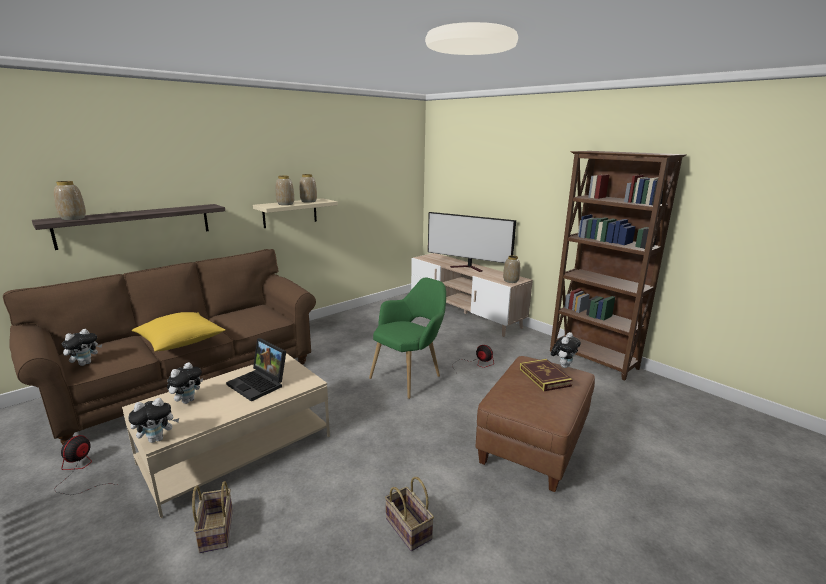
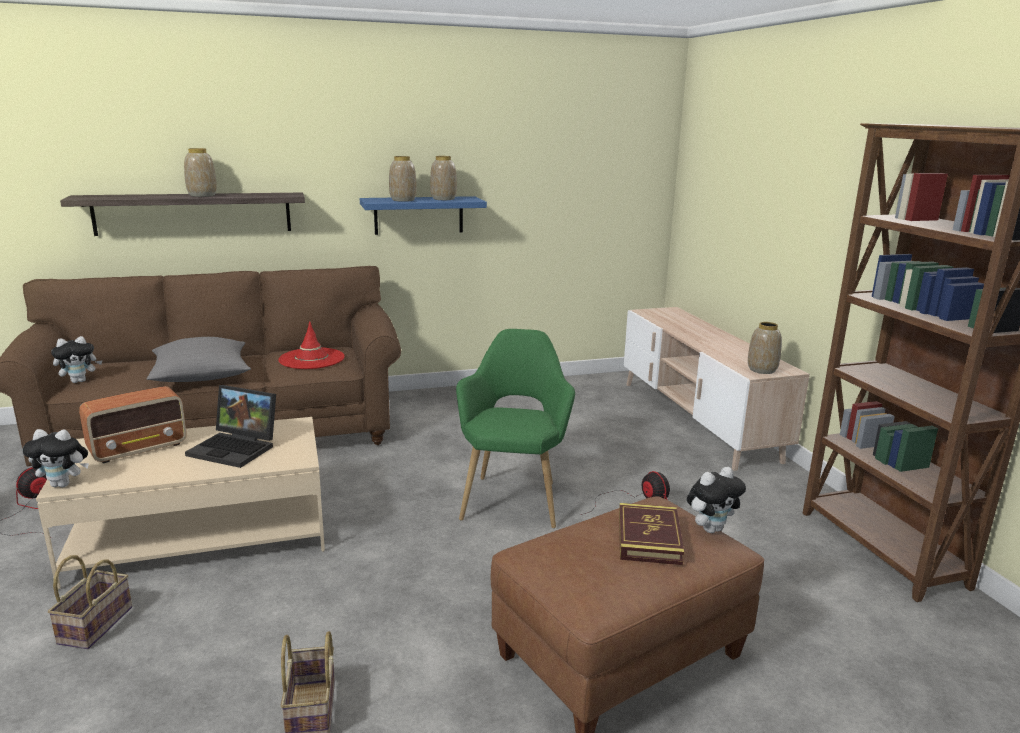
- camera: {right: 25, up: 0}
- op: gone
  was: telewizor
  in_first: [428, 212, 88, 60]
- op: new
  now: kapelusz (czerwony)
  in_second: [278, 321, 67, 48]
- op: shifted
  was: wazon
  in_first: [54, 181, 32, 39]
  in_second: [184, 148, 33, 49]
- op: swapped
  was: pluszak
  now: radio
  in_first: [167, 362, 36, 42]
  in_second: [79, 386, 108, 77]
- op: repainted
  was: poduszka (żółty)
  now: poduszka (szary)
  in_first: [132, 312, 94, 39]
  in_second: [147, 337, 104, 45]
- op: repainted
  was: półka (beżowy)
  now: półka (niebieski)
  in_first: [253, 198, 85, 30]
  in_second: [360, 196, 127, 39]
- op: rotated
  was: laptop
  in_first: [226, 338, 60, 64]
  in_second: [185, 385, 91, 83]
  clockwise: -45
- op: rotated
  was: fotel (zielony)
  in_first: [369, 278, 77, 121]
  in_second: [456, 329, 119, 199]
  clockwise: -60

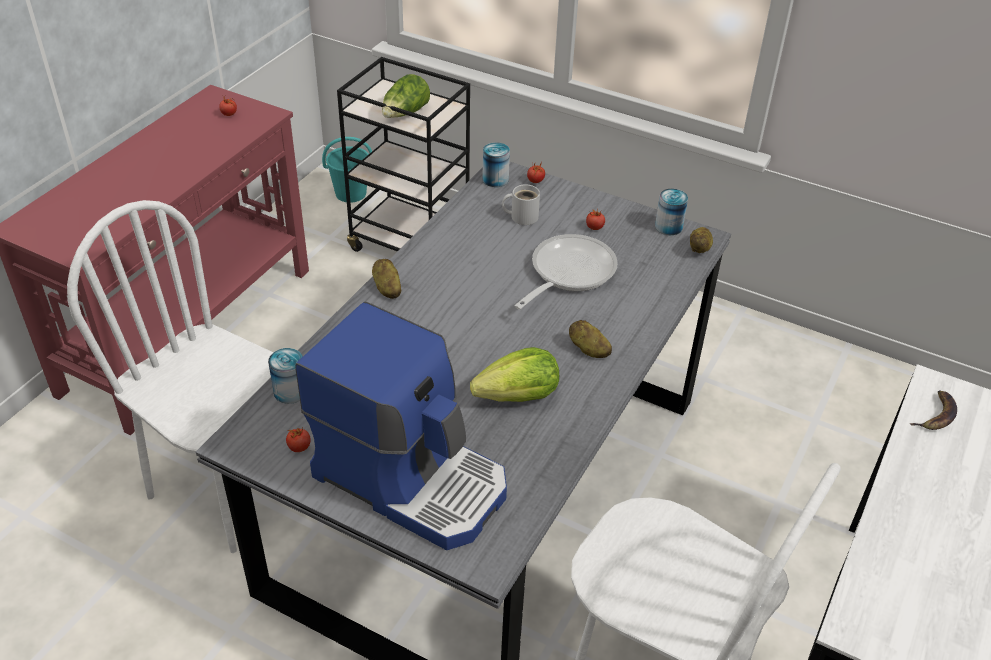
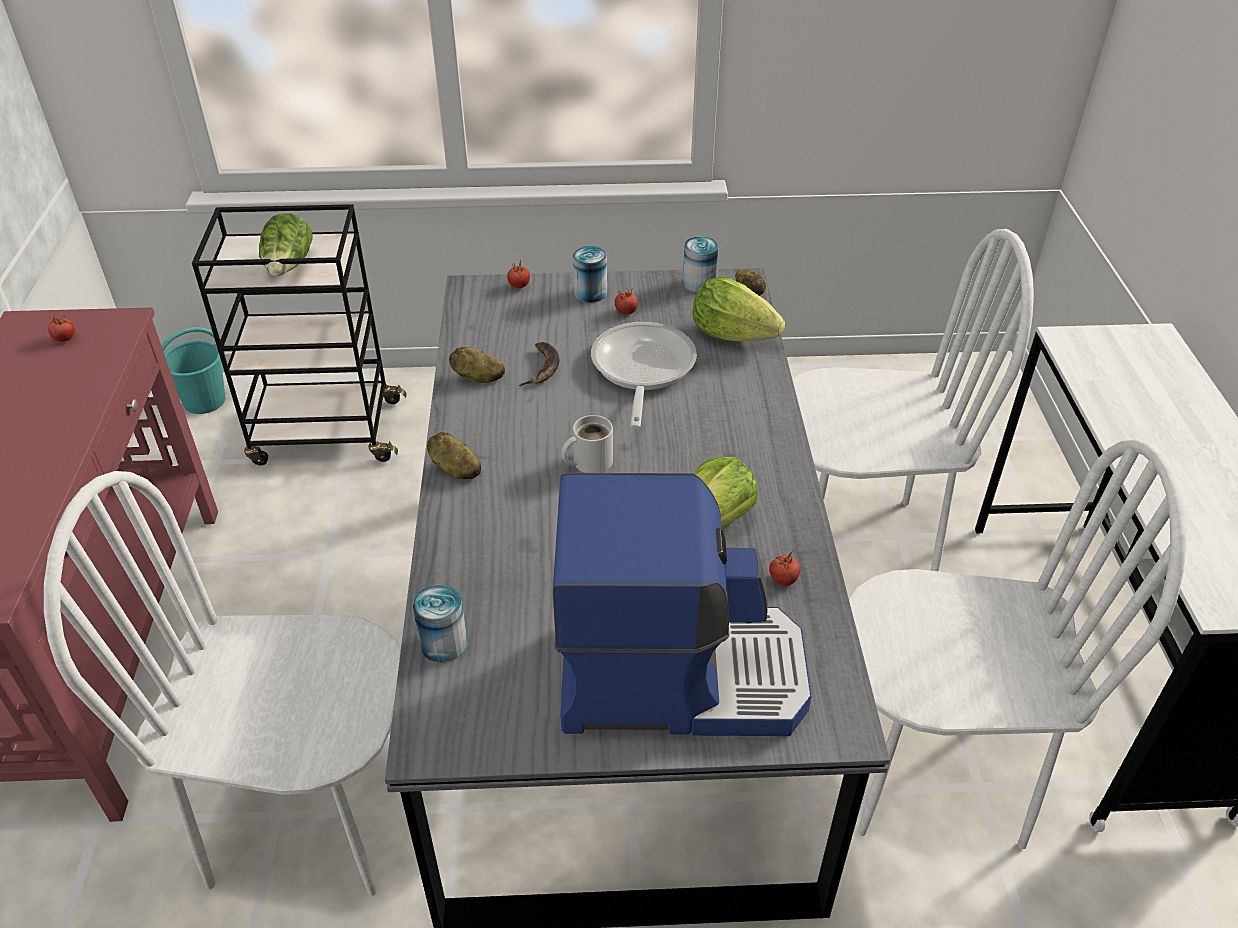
- camera: {right: -30, up: 0}
- op: new
  now: sałata
  in_second: [692, 276, 94, 65]
- op: new
  now: krzesło (biały)
  in_second: [792, 229, 242, 342]
- op: shifted
  was: pomidor
  in_first: [286, 427, 25, 25]
  in_second: [769, 551, 31, 35]
- op: shifted
  was: puszka
  in_first: [482, 143, 28, 44]
  in_second: [573, 246, 34, 57]
- op: shifted
  was: kubek (biały)
  in_first: [502, 184, 38, 41]
  in_second: [561, 415, 52, 58]
- op: shifted
  was: ziemniak
  in_first: [569, 320, 43, 38]
  in_second: [449, 347, 56, 36]
- op: shifted
  was: banan
  in_first: [909, 390, 48, 40]
  in_second: [518, 342, 42, 44]

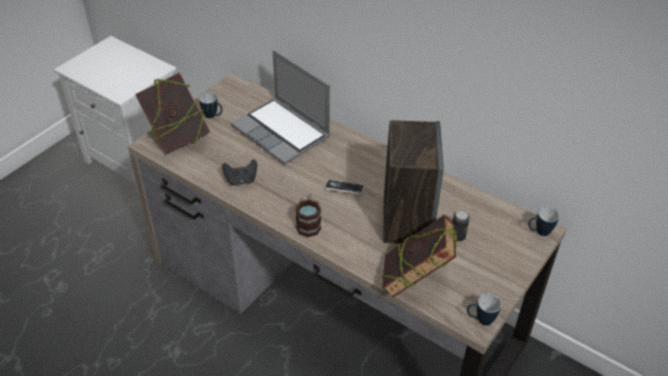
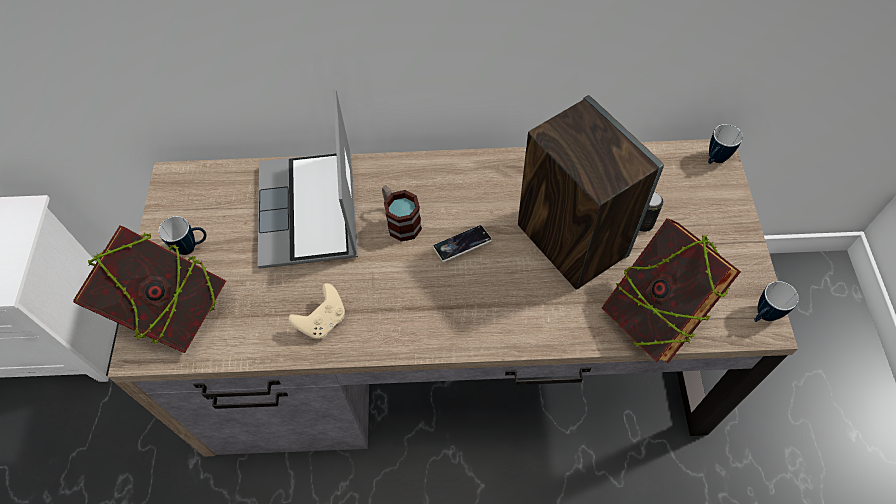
- camera: {right: -35, up: 15}
- op: shifted
  was: kubek
  in_first: [295, 194, 26, 43]
  in_second: [382, 185, 40, 57]
- op: repainted
  was: pad do gier (czarny)
  now: pad do gier (beżowy)
  in_first: [222, 159, 35, 26]
  in_second: [289, 283, 56, 56]
- op: rotated
  was: laptop
  in_first: [231, 50, 99, 115]
  in_second: [258, 89, 100, 180]
  clockwise: 75

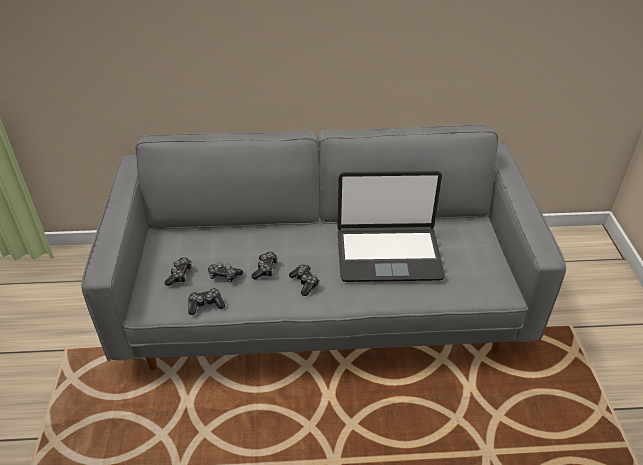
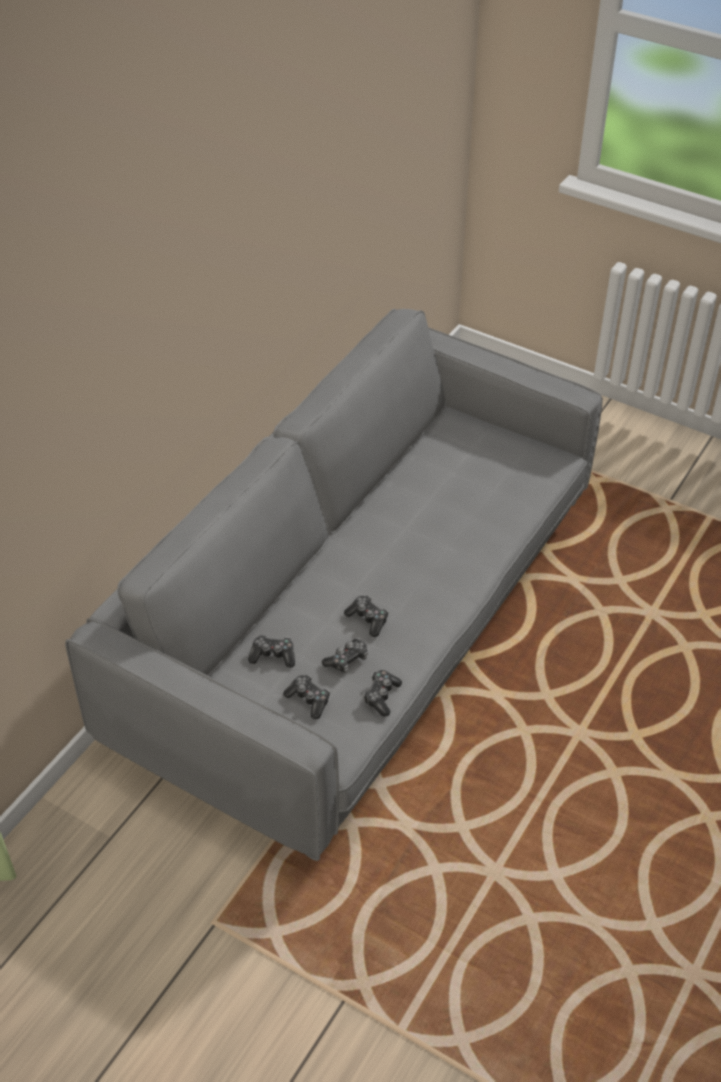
- camera: {right: -55, up: 5}
- op: gone
  was: laptop
  in_first: [337, 171, 108, 111]
- op: shifted
  was: pad do gier
  in_first: [289, 264, 30, 32]
  in_second: [248, 635, 47, 33]

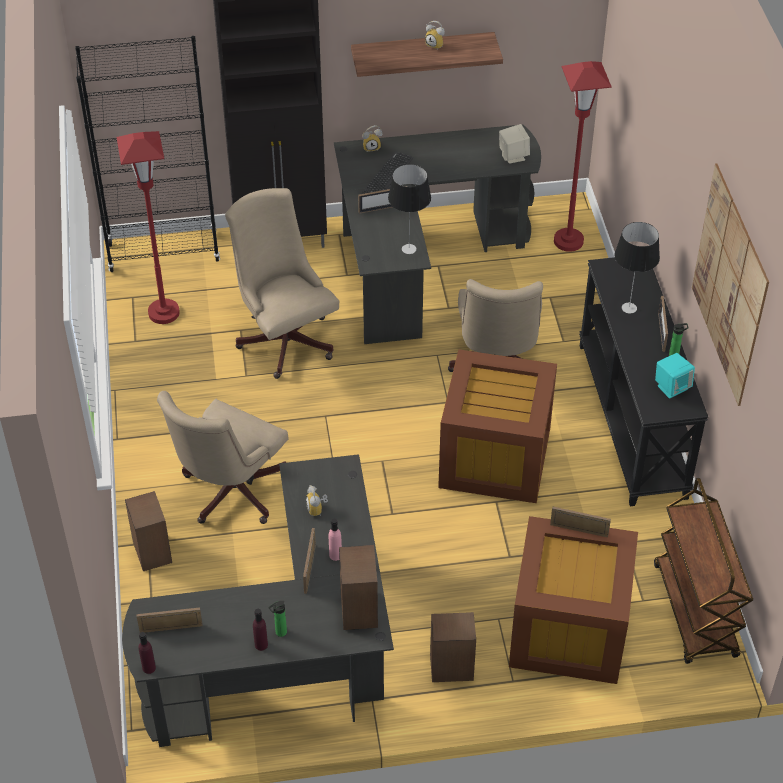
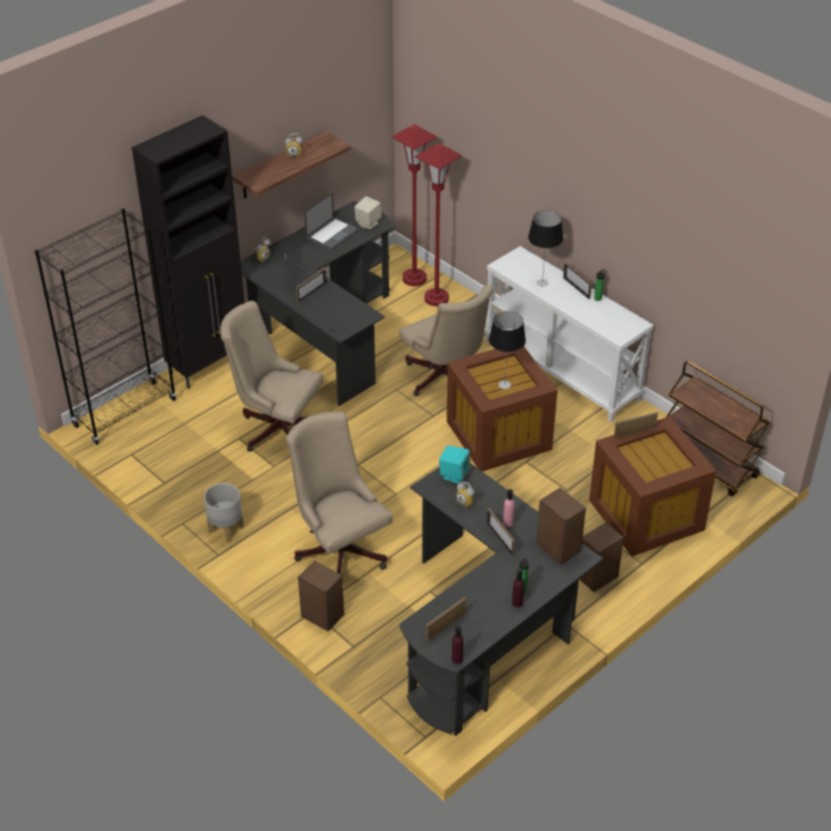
- camera: {right: -35, up: -5}
- op: gone
  was: obraz
  in_first: [692, 163, 77, 243]
- op: new
  now: donica (szary)
  in_second: [204, 483, 40, 59]
- op: new
  now: laptop
  in_second: [304, 192, 55, 58]
- op: shifted
  was: lampa stojąca (czerwony)
  in_first: [117, 131, 63, 193]
  in_second: [415, 143, 47, 163]
- op: shifted
  was: lampa stołowa
  in_first: [388, 164, 43, 90]
  in_second: [489, 311, 37, 78]
- op: shifted
  was: głośnik (turkusowy)
  in_first: [655, 353, 40, 46]
  in_second: [439, 445, 32, 39]
- op: repainted
  was: stolik konsolowy (czarny)
  now: stolik konsolowy (biały)
  in_first: [579, 257, 129, 249]
  in_second: [484, 246, 170, 176]
- op: rotated
  was: krzesło biurowe (beżowy)
  in_first: [157, 391, 131, 133]
  in_second: [286, 412, 107, 162]
  clockwise: 150

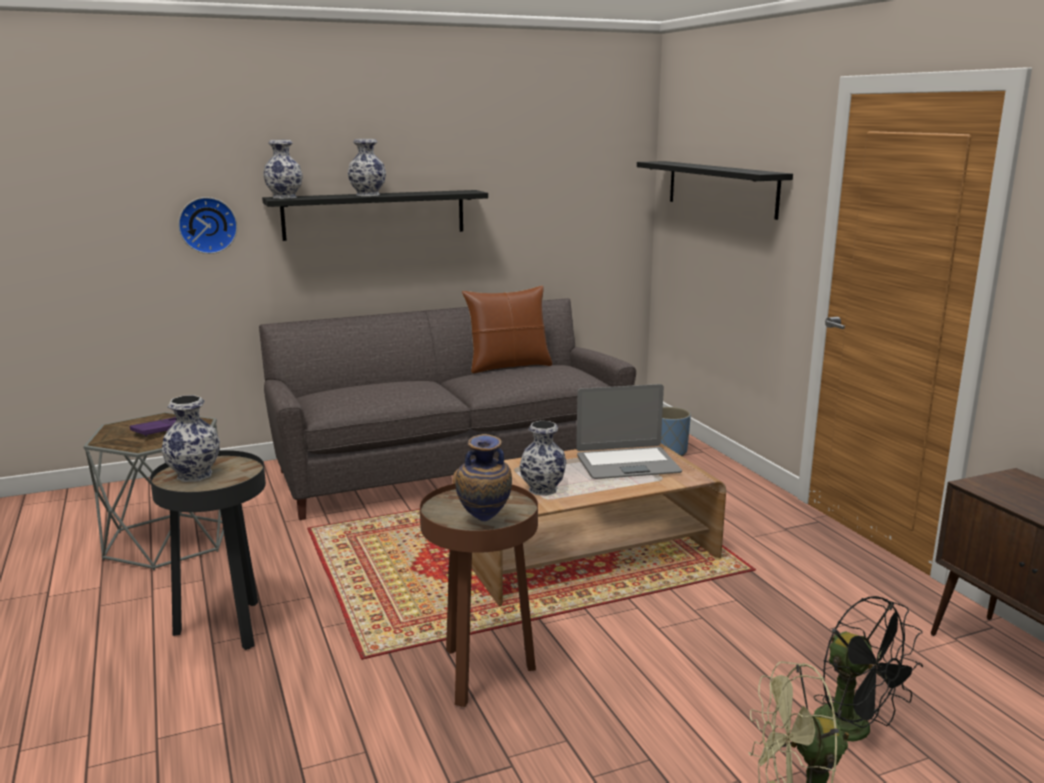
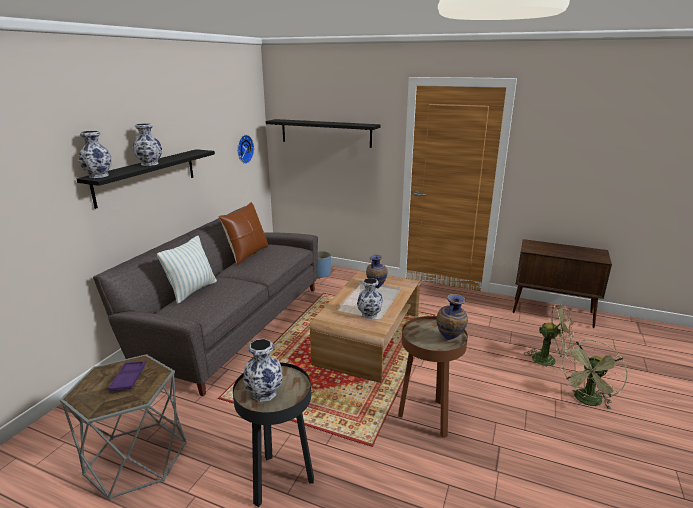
- camera: {right: -45, up: 5}
- op: new
  now: poduszka
  in_second: [157, 236, 60, 68]
- op: shifted
  was: zegar ścienny
  in_first: [178, 197, 60, 57]
  in_second: [237, 135, 17, 29]
- op: swapped
  was: laptop
  now: wazon
  in_first: [576, 384, 106, 95]
  in_second: [366, 255, 21, 34]
- op: repainted
  was: wentylator (czarny)
  now: wentylator (zielony)
  in_first: [814, 596, 109, 145]
  in_second: [524, 305, 50, 67]

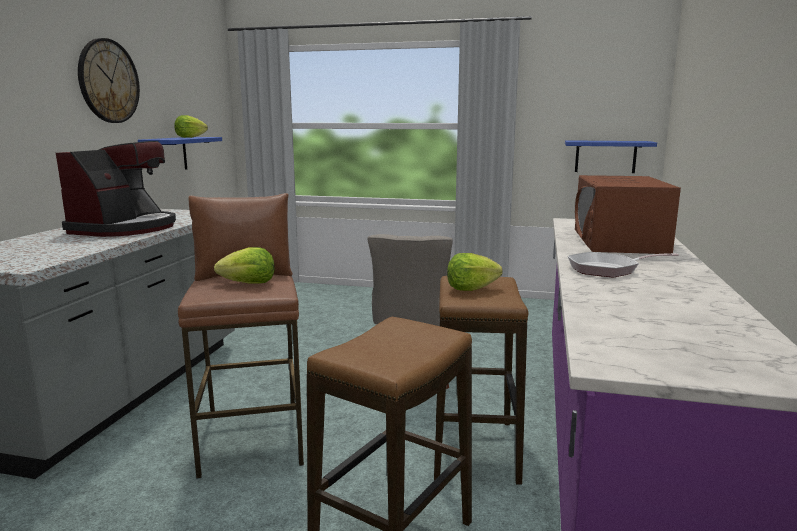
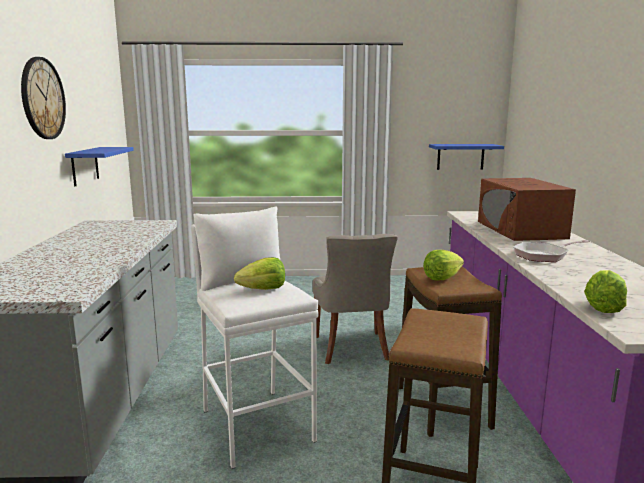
- camera: {right: -15, up: 0}
- op: gone
  was: ekspres do kawy
  in_first: [56, 141, 120, 96]
- op: shifted
  was: sałata
  in_first: [174, 115, 34, 23]
  in_second: [584, 270, 43, 43]
- op: repainted
  was: stołek (brązowy)
  now: stołek (biały)
  in_first: [178, 193, 126, 286]
  in_second: [191, 206, 128, 263]

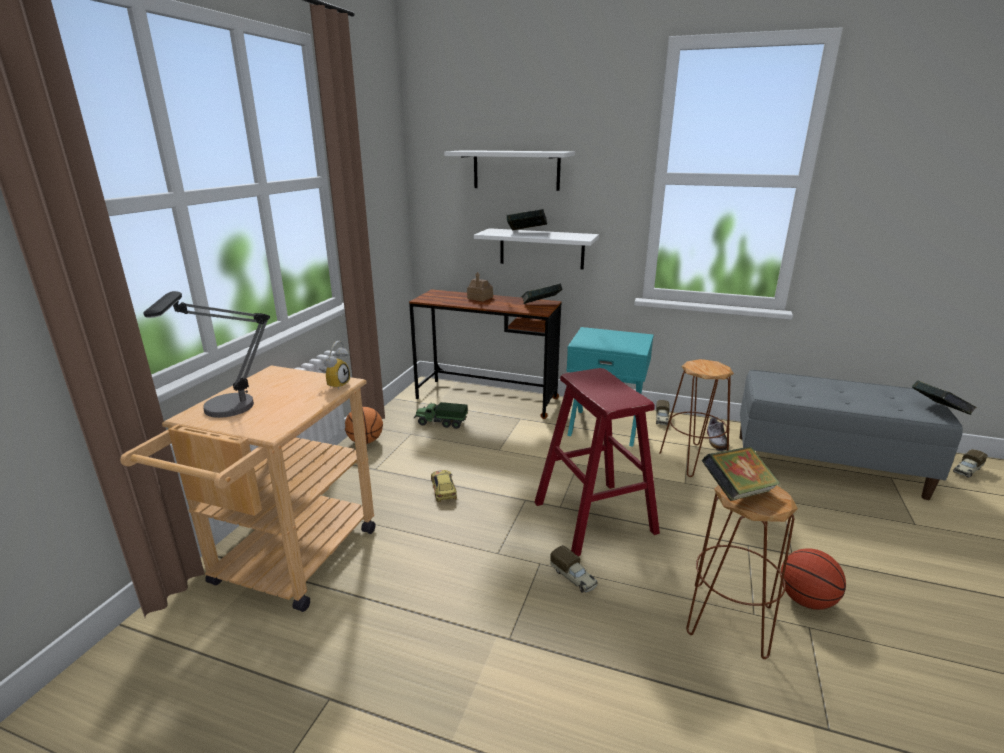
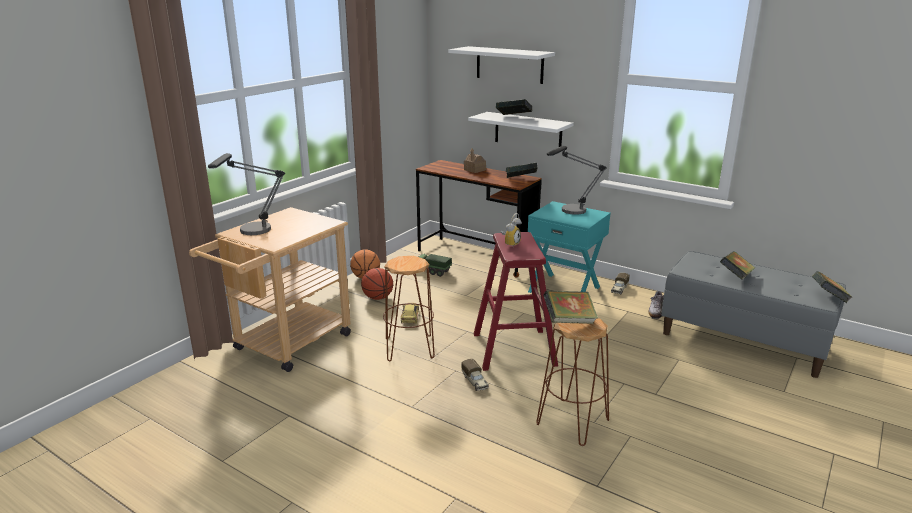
- camera: {right: 15, up: 0}
- op: gone
  was: ciężarówka zabawkowa
  in_first: [953, 449, 35, 29]
- op: new
  now: lampa stołowa
  in_second: [547, 146, 60, 69]
- op: new
  now: książka
  in_second: [720, 251, 35, 29]
- op: shifted
  was: budzik
  in_first: [319, 341, 31, 48]
  in_second: [500, 213, 22, 33]
- op: shifted
  was: stołek (brązowy)
  in_first: [659, 359, 75, 118]
  in_second: [383, 256, 52, 105]
- op: shifted
  was: piłka do koszykówki
  in_first: [780, 548, 66, 62]
  in_second: [361, 268, 32, 32]

